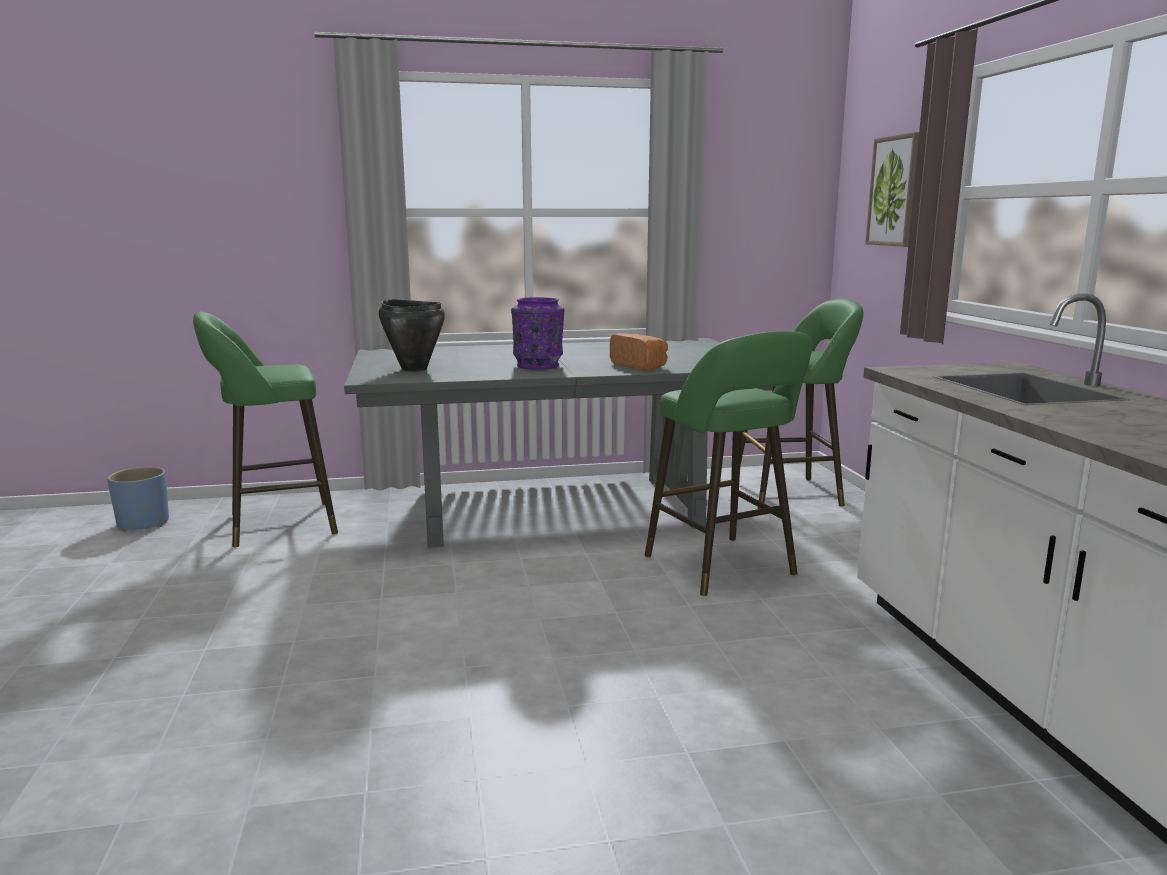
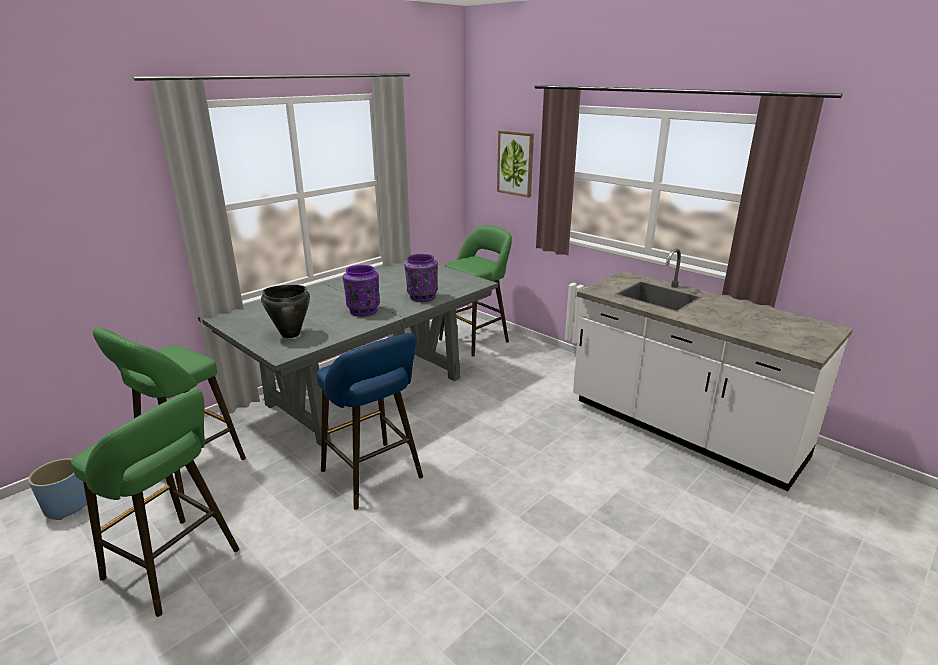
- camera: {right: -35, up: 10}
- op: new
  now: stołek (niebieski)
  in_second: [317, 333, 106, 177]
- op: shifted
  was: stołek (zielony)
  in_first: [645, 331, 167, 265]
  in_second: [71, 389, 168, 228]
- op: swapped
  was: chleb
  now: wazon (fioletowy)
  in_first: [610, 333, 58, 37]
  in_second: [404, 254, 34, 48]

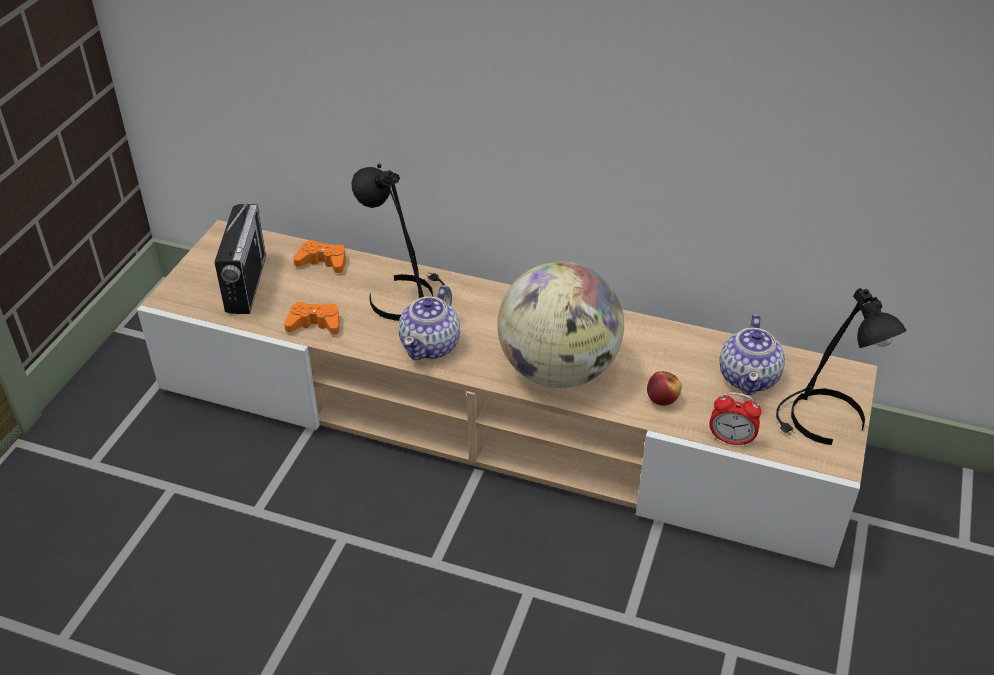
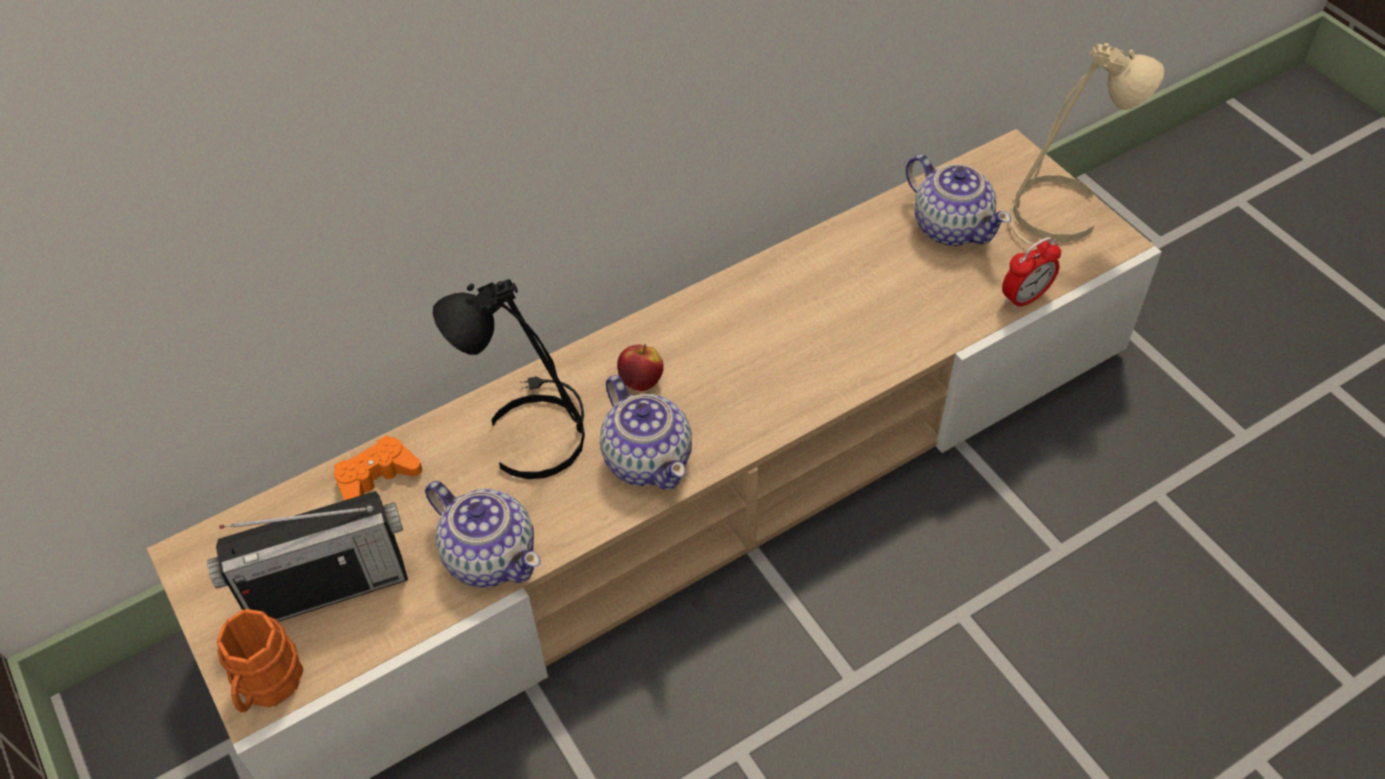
- camera: {right: -50, up: 10}
- op: gone
  was: globus
  in_first: [497, 262, 127, 126]
- op: new
  now: kubek (pomarańczowy)
  in_second: [217, 609, 86, 104]
- op: shifted
  was: jabłko
  in_first: [647, 371, 35, 35]
  in_second: [617, 344, 47, 47]
- op: swapped
  was: pad do gier (pomarańczowy)
  now: imbryk
  in_first: [284, 302, 56, 32]
  in_second: [425, 481, 116, 107]
- op: repainted
  was: lampa stołowa (czarny)
  now: lampa stołowa (beżowy)
  in_first: [776, 288, 131, 157]
  in_second: [1010, 43, 154, 204]
- op: rotated
  was: radio
  in_first: [214, 203, 52, 111]
  in_second: [207, 491, 201, 131]
  clockwise: 120

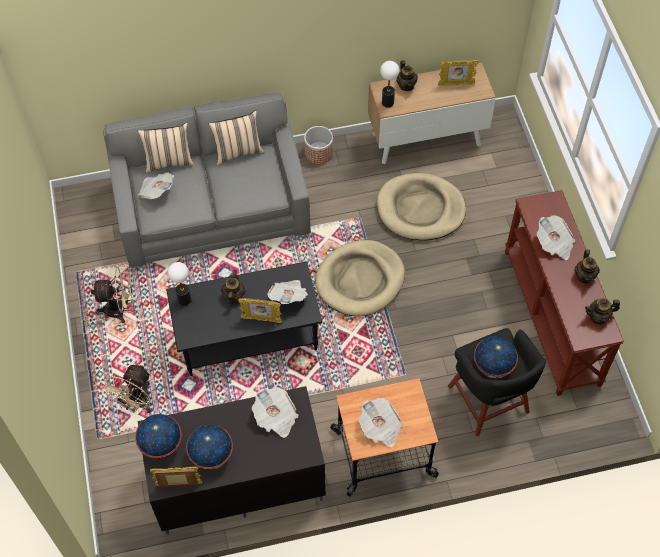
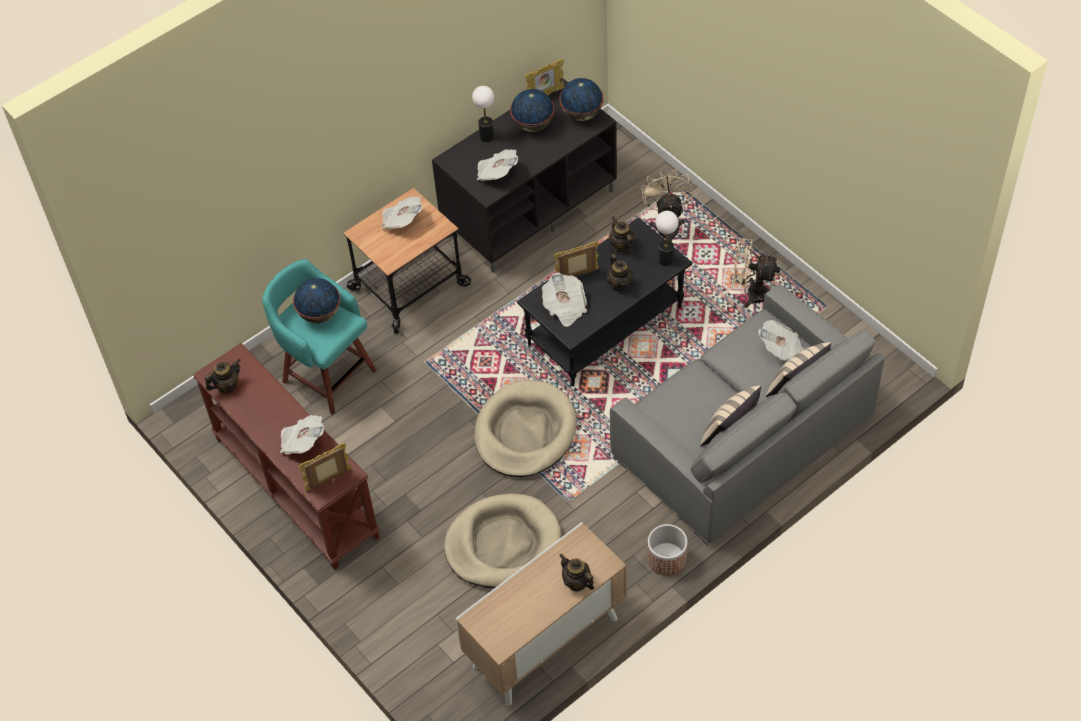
- camera: {right: 155, up: -5}
- op: shifted
  was: lampa stołowa
  in_first: [380, 61, 19, 47]
  in_second: [472, 86, 22, 56]
- op: shifted
  was: ramka na zdjęcie
  in_first: [438, 60, 41, 26]
  in_second: [299, 443, 52, 48]
- op: shifted
  was: imbryk
  in_first: [574, 249, 26, 35]
  in_second: [609, 216, 26, 37]
- op: repainted
  was: stołek (czarny)
  now: stołek (turkusowy)
  in_first: [448, 328, 98, 108]
  in_second: [262, 259, 115, 156]
- op: rotated
  was: wentylator (beżowy)
  in_first: [91, 266, 43, 57]
  in_second: [732, 239, 48, 69]
  clockwise: 45

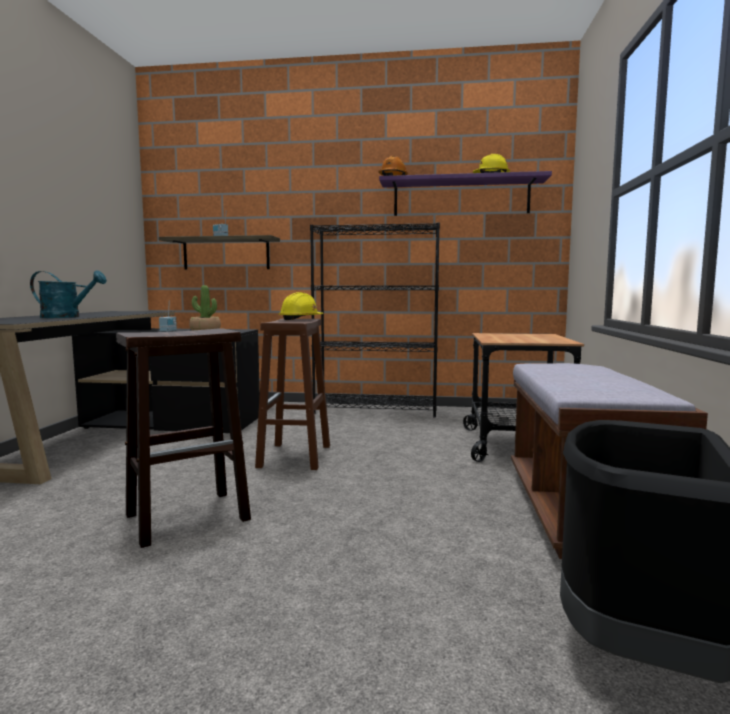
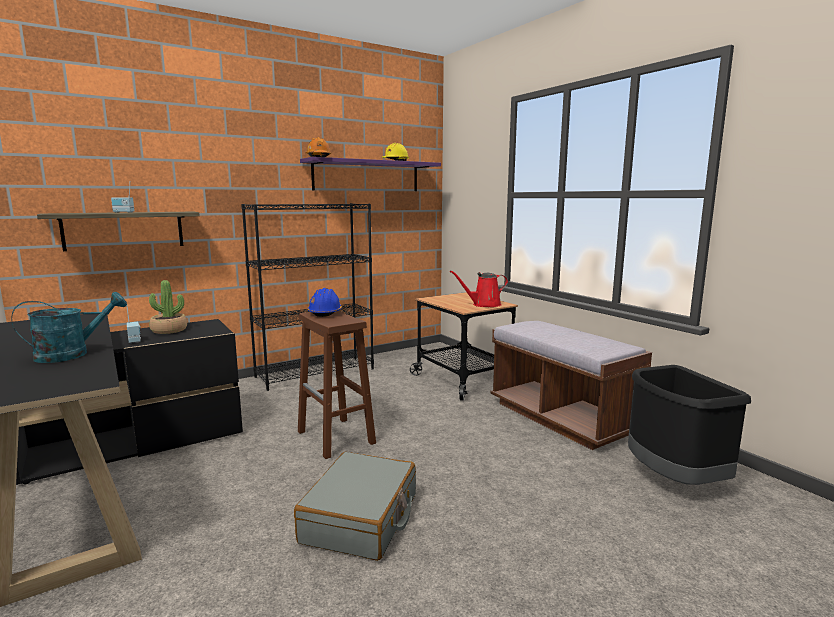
- camera: {right: -40, up: 5}
- op: new
  now: konewka (czerwony)
  in_second: [450, 270, 58, 37]
- op: swapped
  was: stołek (brązowy)
  now: walizka (szary)
  in_first: [116, 328, 135, 220]
  in_second: [294, 452, 122, 109]
- op: repainted
  was: kask (żółty)
  now: kask (niebieski)
  in_first: [278, 292, 45, 28]
  in_second: [307, 288, 35, 29]

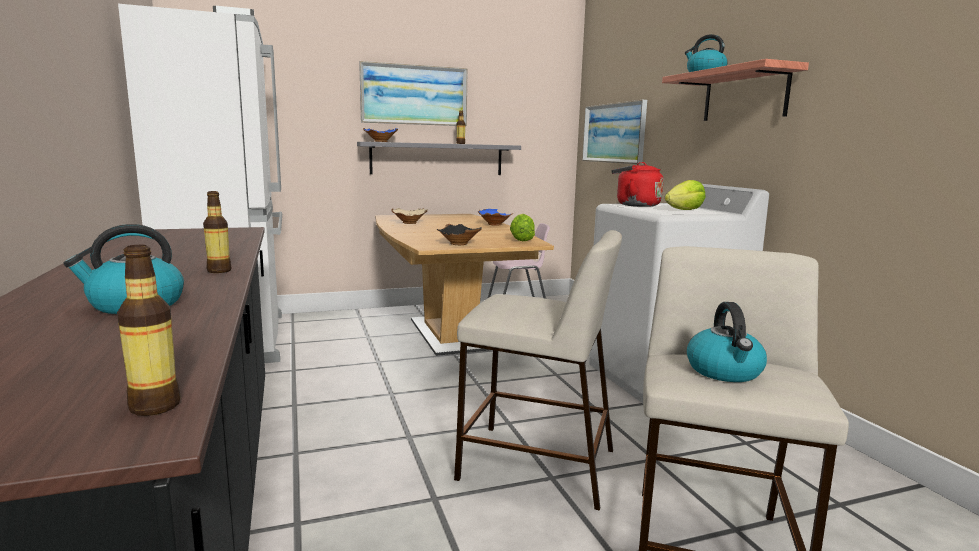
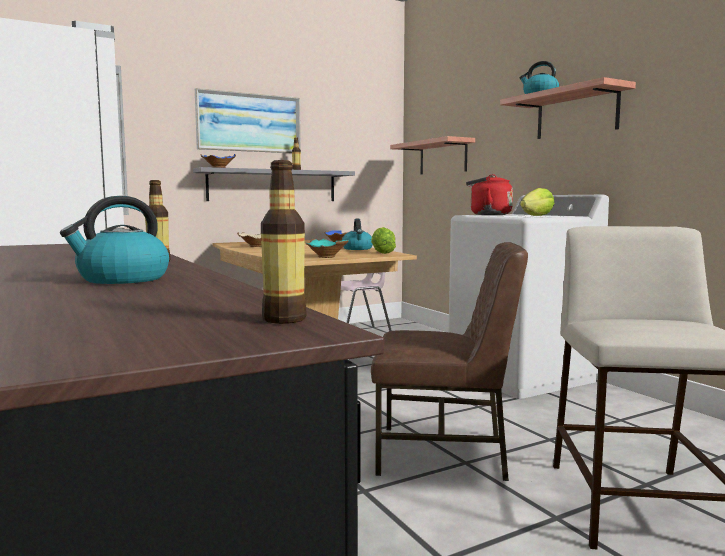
- camera: {right: -10, up: -5}
- op: shifted
  was: czajnik
  in_first: [687, 302, 80, 80]
  in_second: [342, 219, 31, 31]
- op: swapped
  was: stołek (beżowy)
  now: krzesło (brązowy)
  in_first: [454, 230, 168, 280]
  in_second: [371, 242, 157, 239]
- op: swapped
  was: obraz
  now: półka
  in_first: [582, 100, 65, 64]
  in_second: [390, 136, 85, 38]
- op: repainted
  was: miska (czarny)
  now: miska (turkusowy)
  in_first: [436, 224, 46, 21]
  in_second: [305, 239, 44, 19]

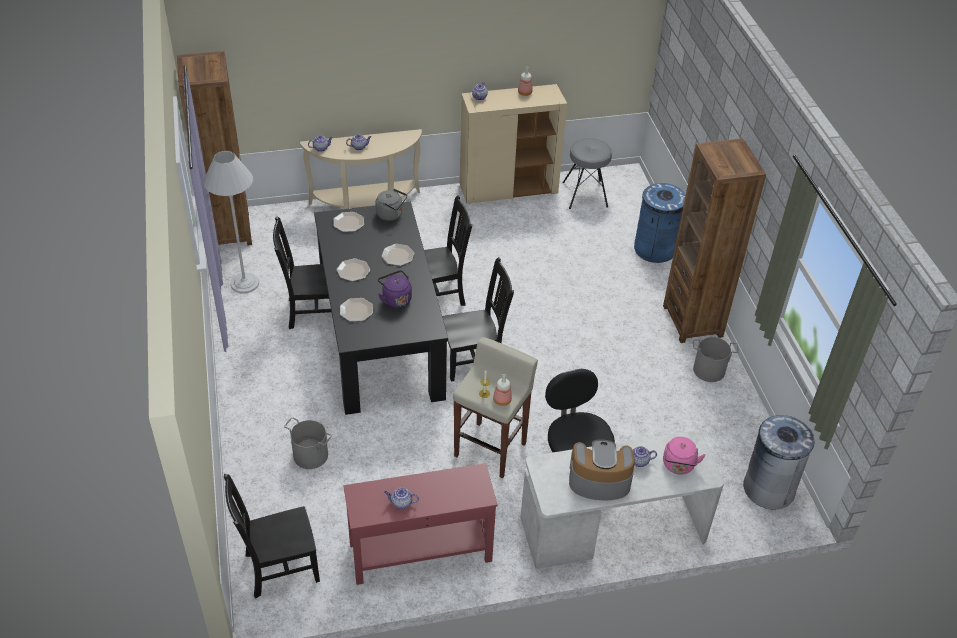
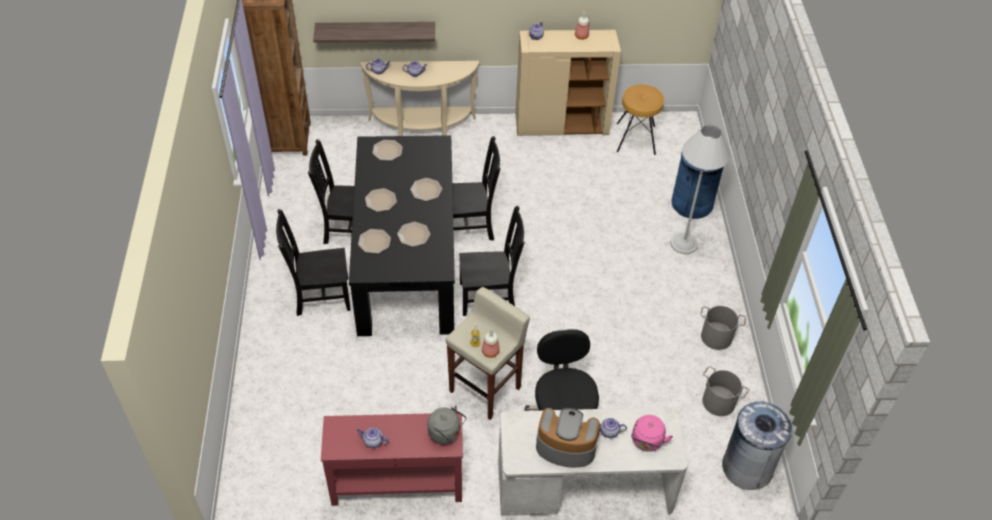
- camera: {right: 10, up: 5}
- op: gone
  was: regał (brązowy)
  in_first: [663, 138, 103, 205]
- op: new
  now: półka
  in_second: [313, 22, 122, 21]
- op: shifted
  was: lampa stojąca (biały)
  in_first: [204, 151, 55, 142]
  in_second: [670, 125, 61, 129]
- op: shifted
  was: krzesło (czarny)
  in_first: [224, 474, 96, 124]
  in_second: [276, 209, 75, 107]
- op: shifted
  was: wiadro (szary)
  in_first: [284, 417, 48, 52]
  in_second: [702, 366, 47, 50]
- op: shifted
  was: czajnik (szary)
  in_first: [376, 189, 31, 32]
  in_second: [428, 405, 38, 39]
- op: swapped
  was: czajnik (fioletowy)
  now: talerz
  in_first: [378, 270, 34, 38]
  in_second: [397, 222, 33, 25]
- op: repainted
  was: stołek (szary)
  now: stołek (brązowy)
  in_first: [563, 138, 49, 71]
  in_second: [617, 84, 47, 71]

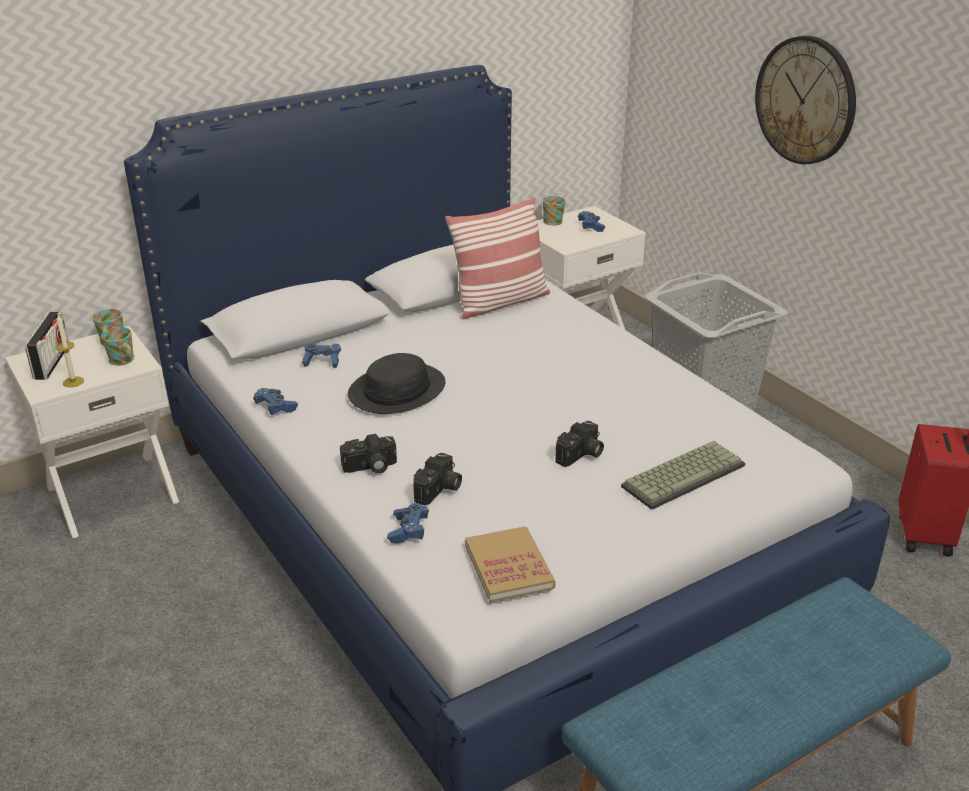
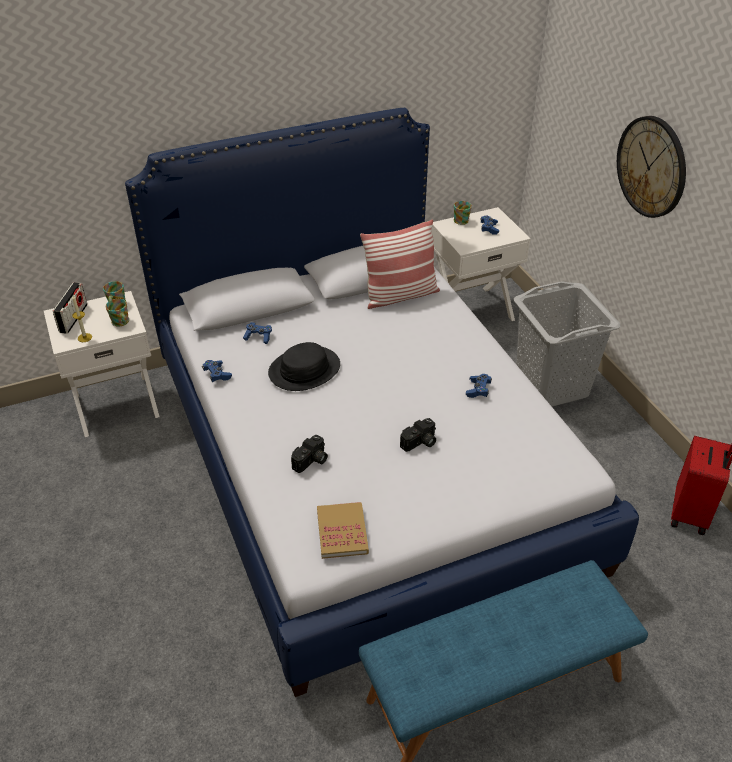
- camera: {right: 10, up: 10}
- op: gone
  was: aparat fotograficzny
  in_first: [340, 434, 57, 40]
- op: gone
  was: klawiatura
  in_first: [621, 441, 124, 69]
- op: shifted
  was: pad do gier (niebieski)
  in_first: [387, 503, 42, 41]
  in_second: [466, 374, 26, 24]

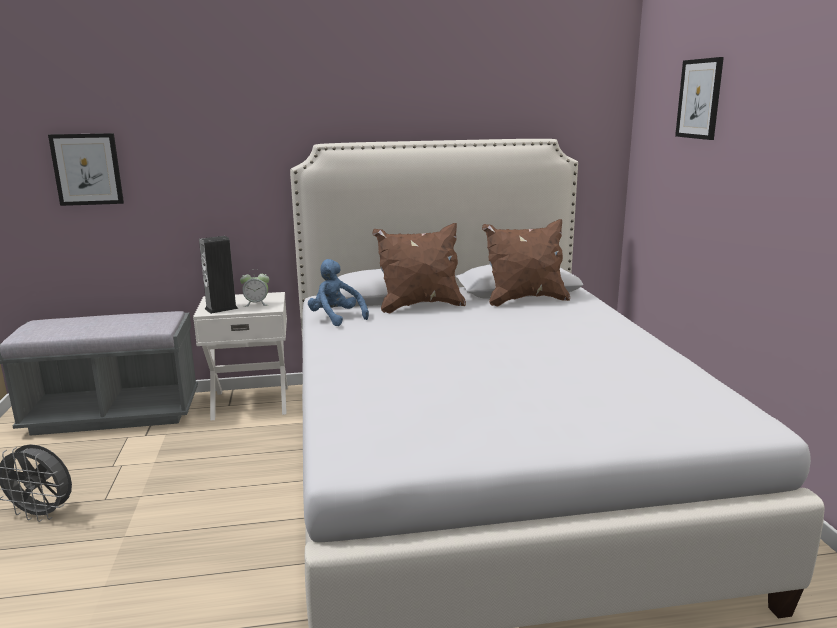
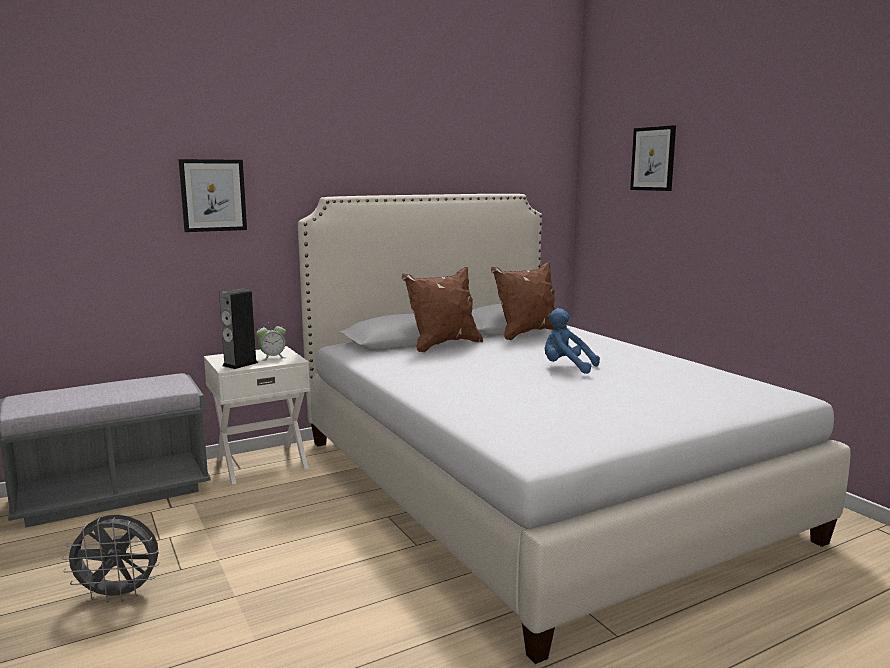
- camera: {right: -20, up: -5}
- op: shifted
  was: obraz
  in_first: [48, 133, 76, 73]
  in_second: [179, 159, 68, 73]
- op: shifted
  was: pluszak (niebieski)
  in_first: [308, 259, 61, 67]
  in_second: [545, 308, 55, 66]

